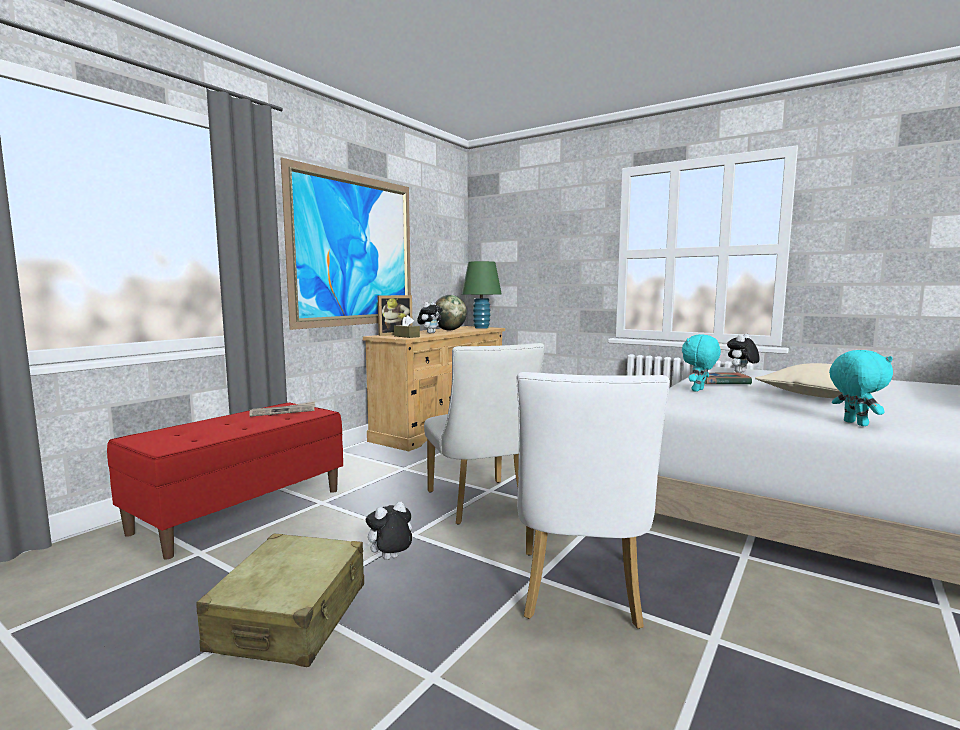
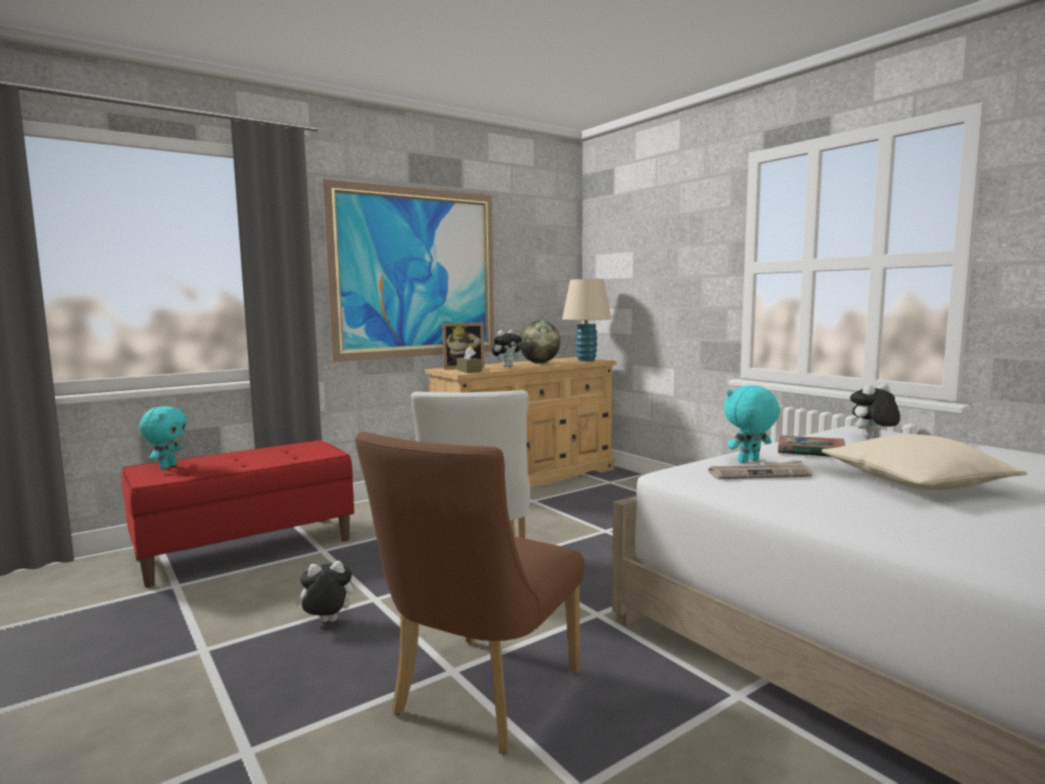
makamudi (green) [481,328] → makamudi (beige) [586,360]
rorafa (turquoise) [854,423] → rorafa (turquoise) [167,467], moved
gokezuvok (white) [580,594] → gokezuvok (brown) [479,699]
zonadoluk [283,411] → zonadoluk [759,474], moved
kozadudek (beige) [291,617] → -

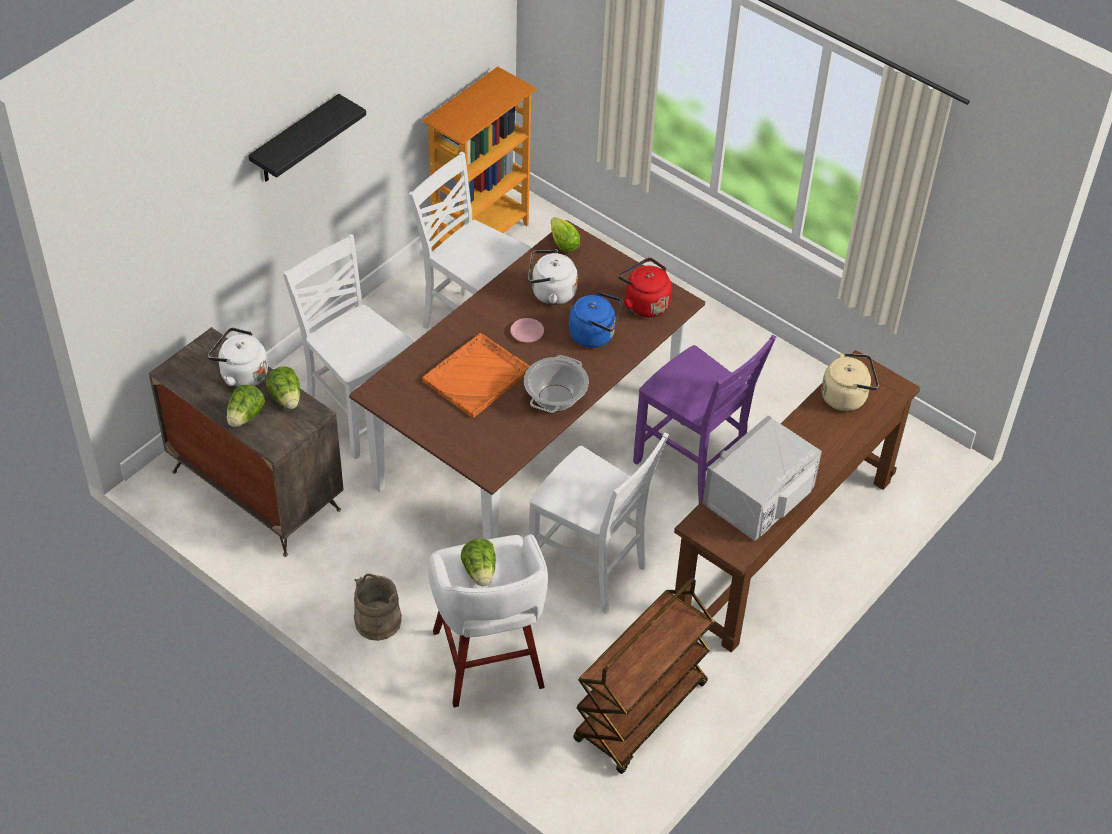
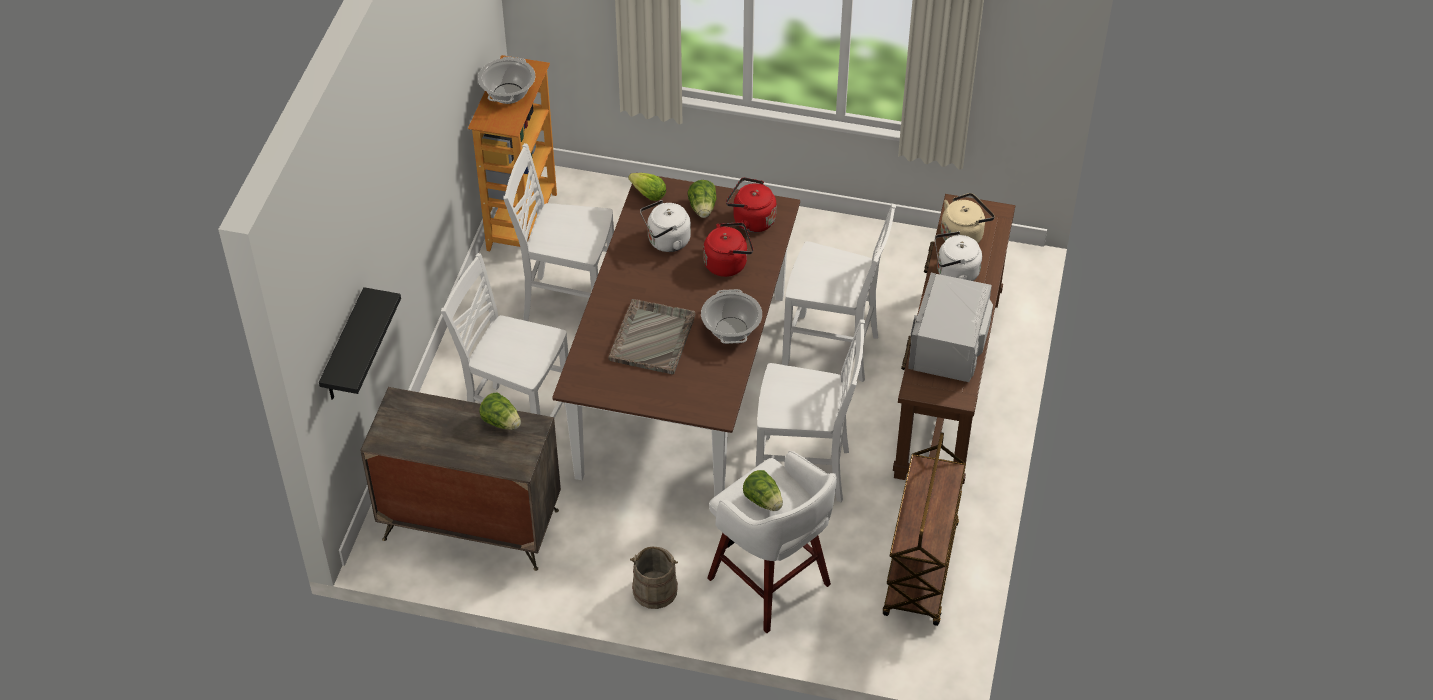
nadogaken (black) [295,141] → nadogaken (black) [344,349], moved
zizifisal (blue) [595,335] → zizifisal (red) [728,263]
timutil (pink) [527,333] → -
zizifisal (white) [241,374] → zizifisal (white) [954,273], moved
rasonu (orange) [477,376] → rasonu (grey) [653,337]
gokezuvok (purple) [692,467] → gokezuvok (white) [833,350]
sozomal [245,416] → sozomal [703,209], moved
- → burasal [508,93]

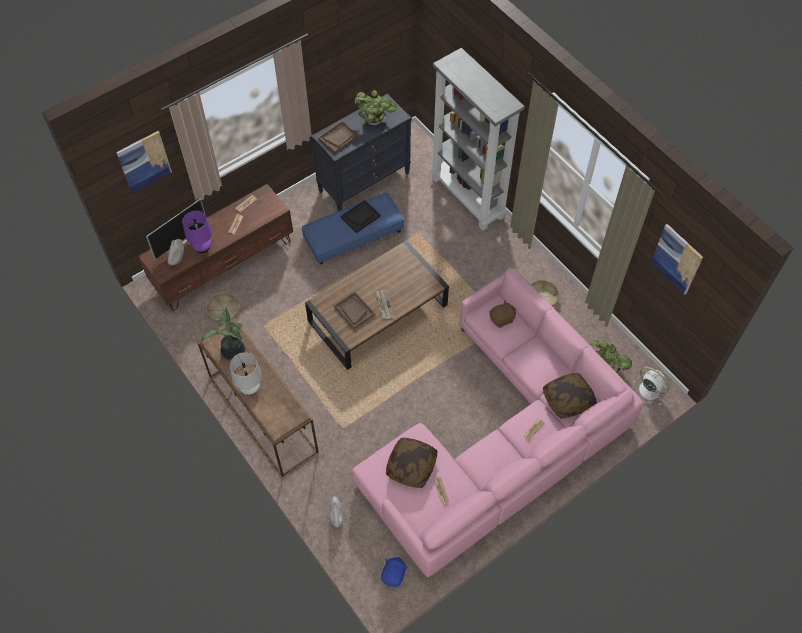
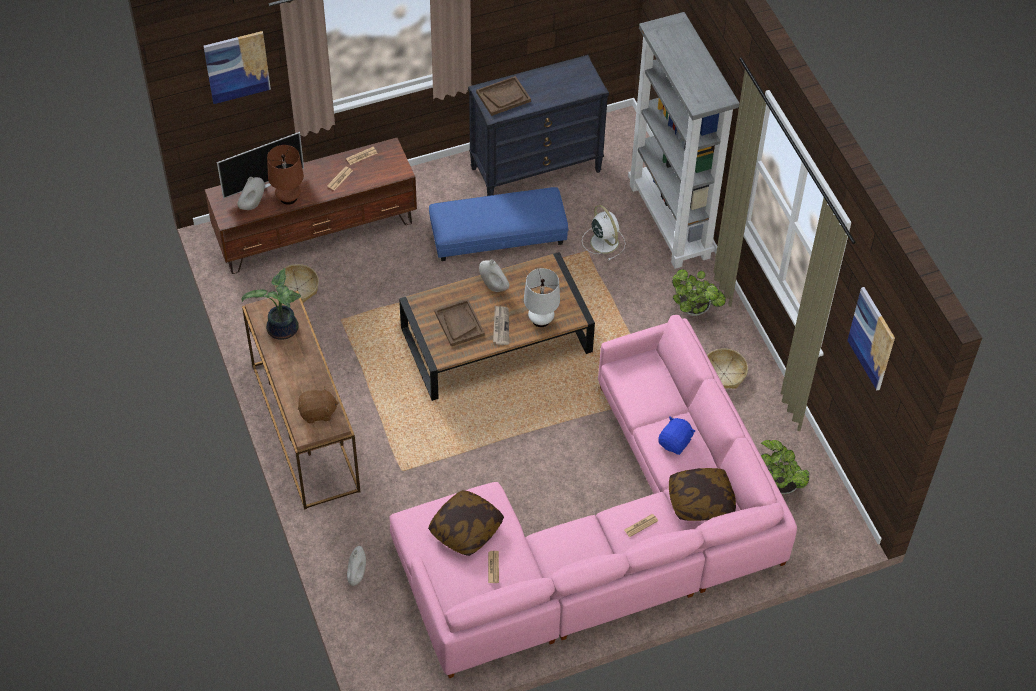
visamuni [376,121] → visamuni [695,310], moved
rasonu (black) [360,217] → -
makamudi (purple) [202,247] → makamudi (brown) [288,197]
rorafa (brown) [502,319] → rorafa (brown) [318,413], moved
makamudi (white) [250,388] → makamudi (white) [541,320], moved
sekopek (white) [648,389] → sekopek (white) [603,241], moved
rorafa (blue) [394,575] → rorafa (blue) [675,442], moved
- → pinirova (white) [494,286]

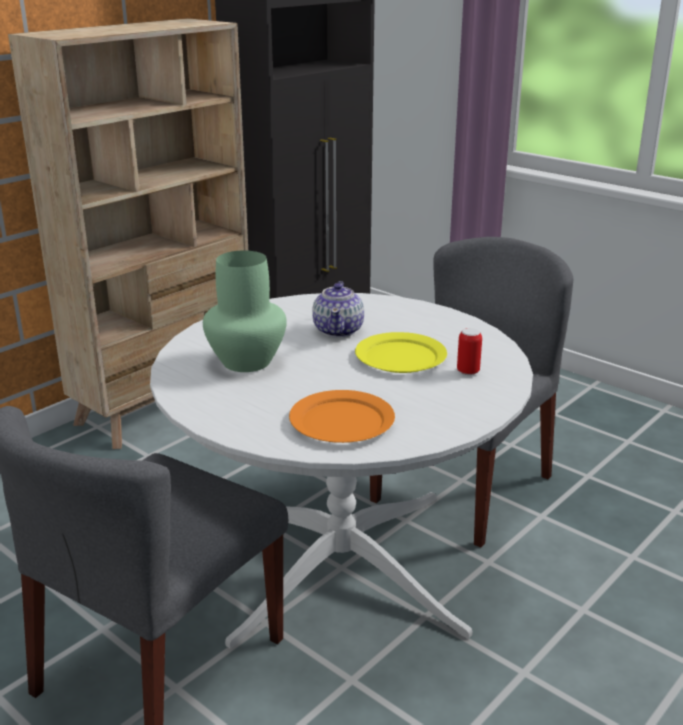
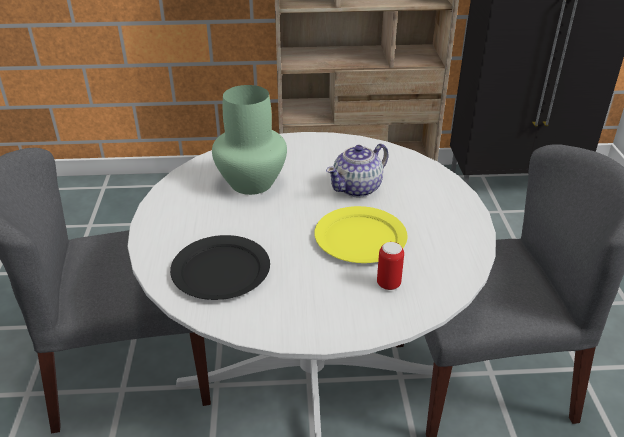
timutil (orange) [342,421] → timutil (black) [222,270]

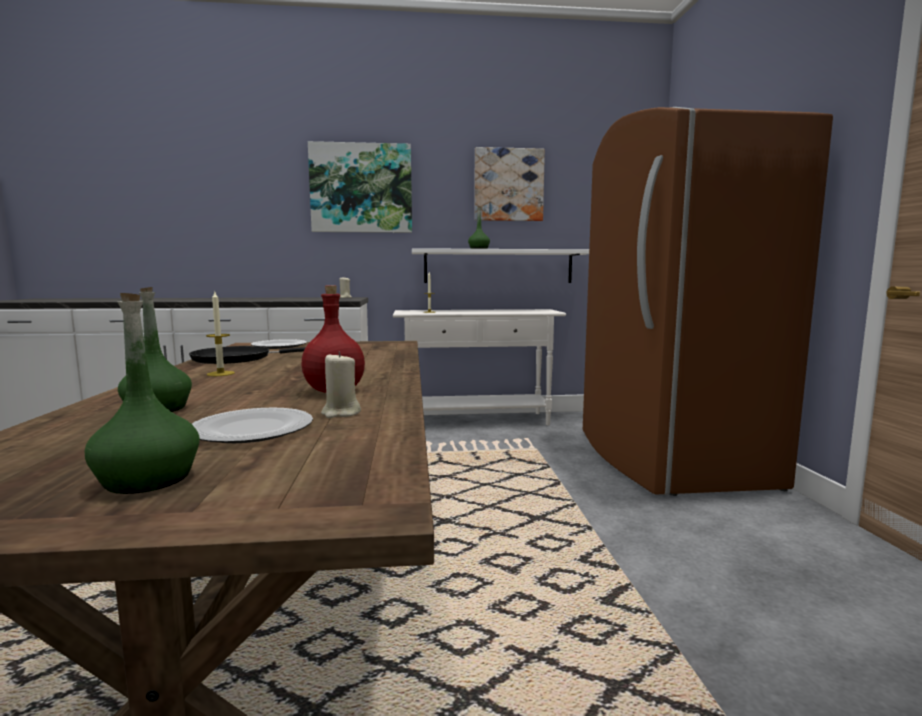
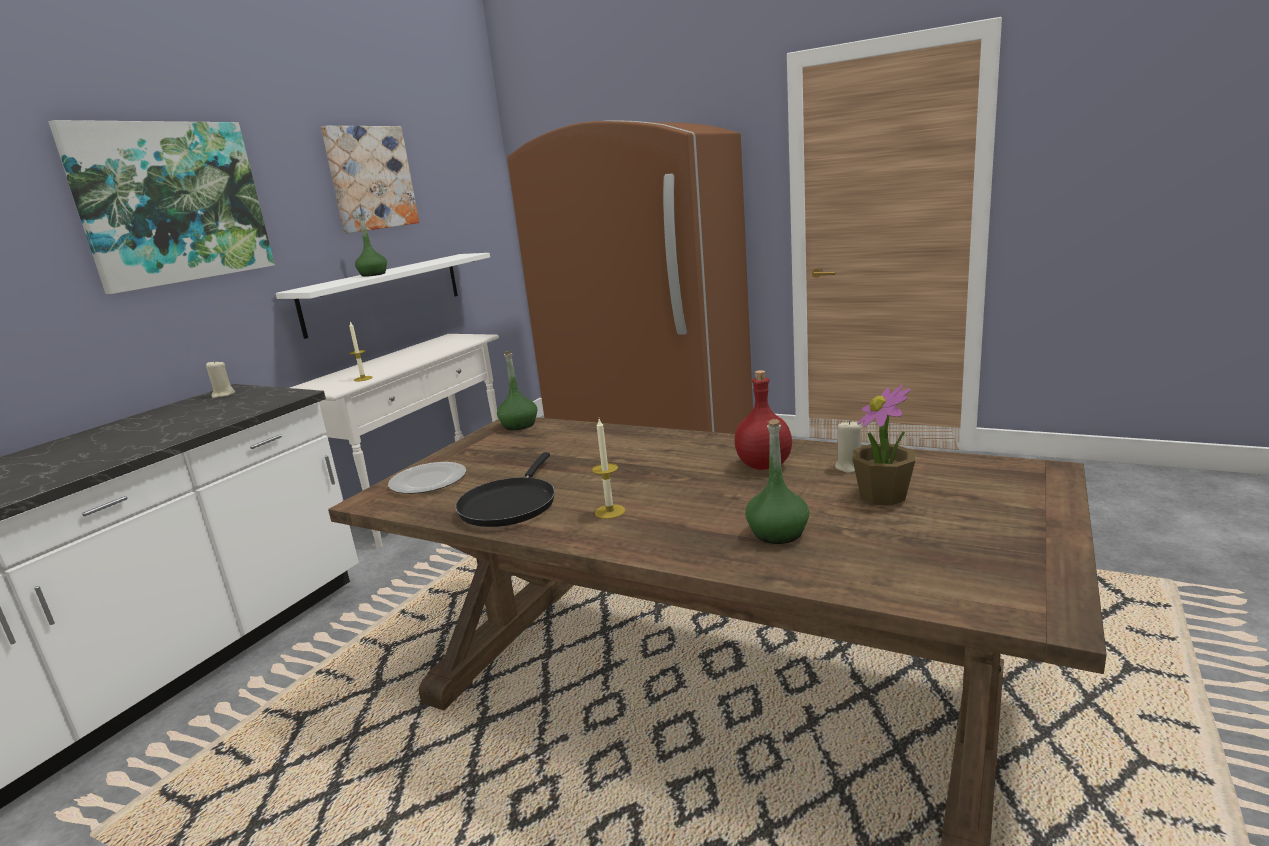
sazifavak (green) [148,479] → sazifavak (green) [519,425], moved
timutil [251,430] → visamuni [883,496]

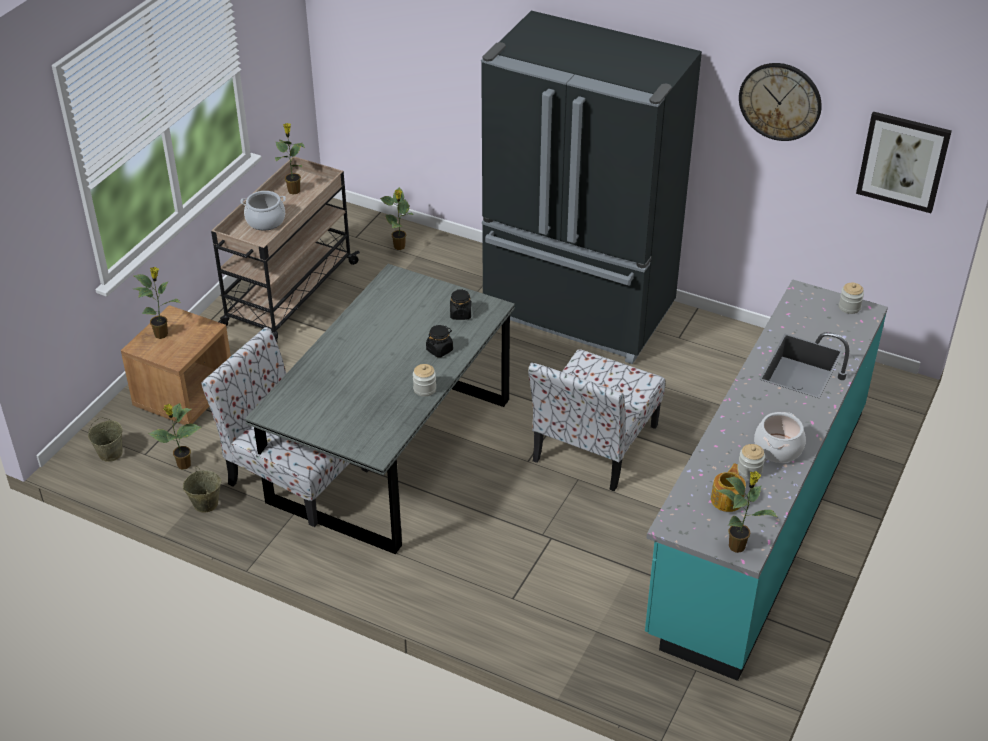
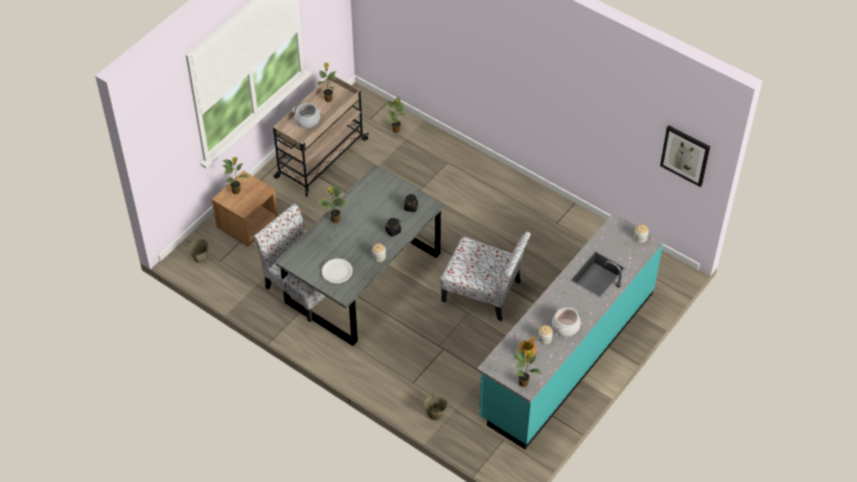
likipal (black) [578,312] → -
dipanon [780,101] → -
gokezuvok [593,445] → gokezuvok [483,292], 105 degrees counterclockwise
visamuni [183,465] → visamuni [335,220], moved
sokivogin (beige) [205,504] → sokivogin (beige) [435,414], moved
- → timutil (white) [337,271]

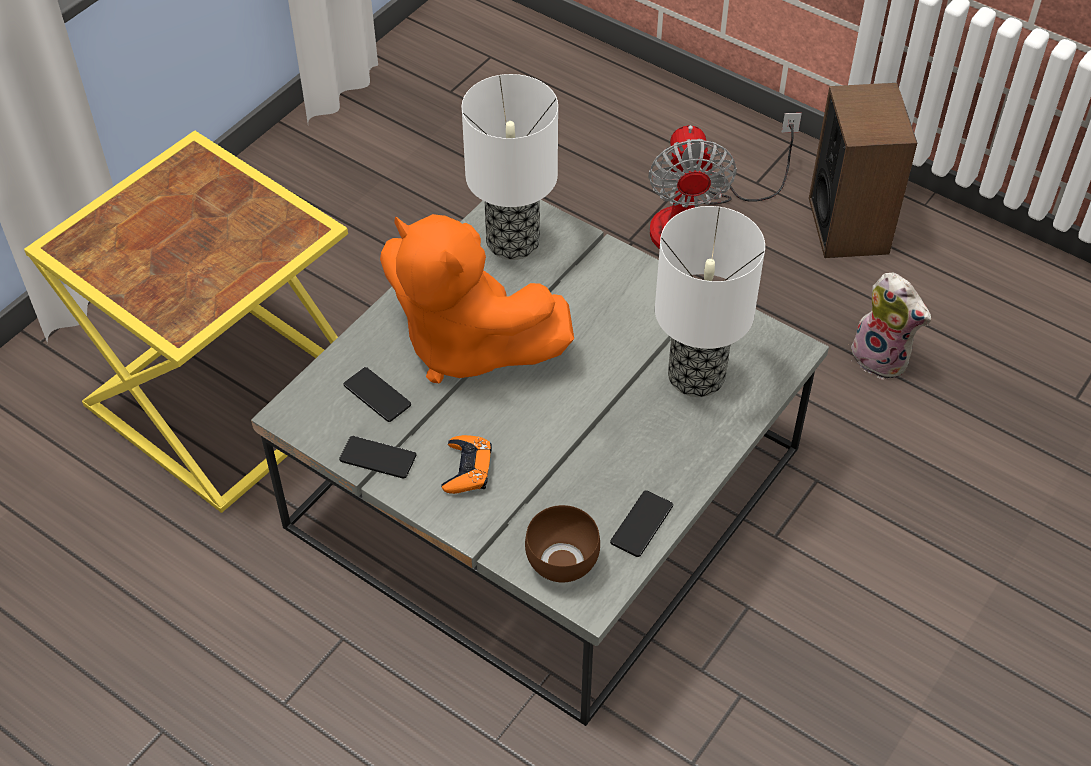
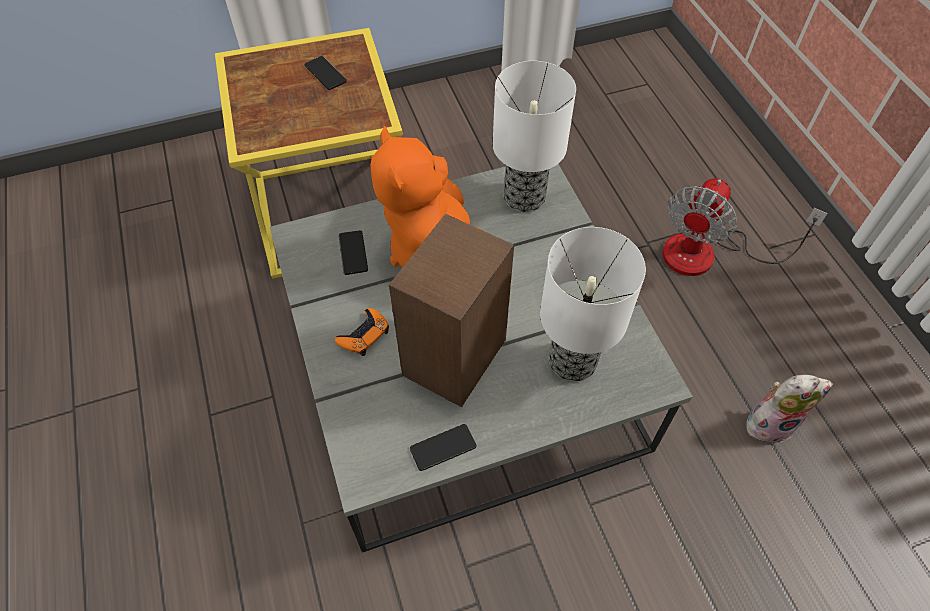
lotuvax [849,225] → lotuvax [455,357], moved
rorafa [883,358] → rorafa [770,422], 90 degrees counterclockwise
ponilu [378,458] → ponilu [325,73], moved
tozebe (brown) [565,563] → -

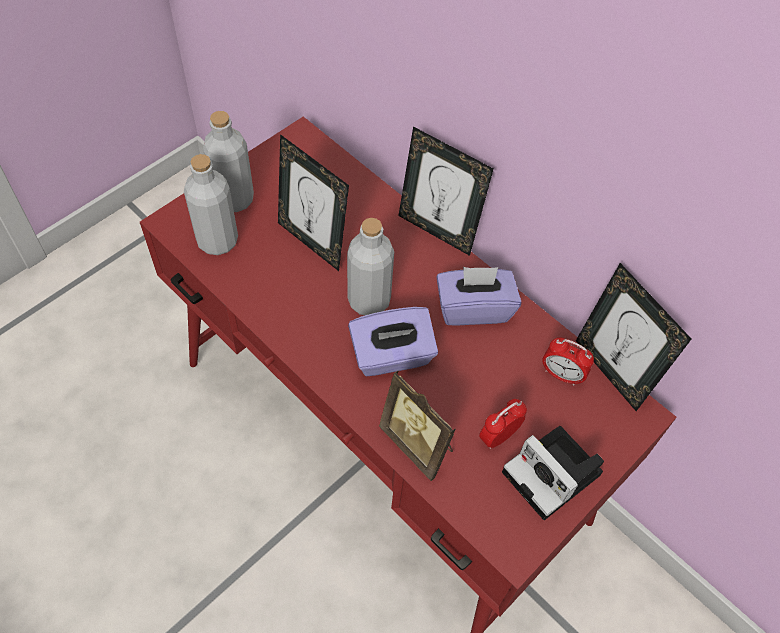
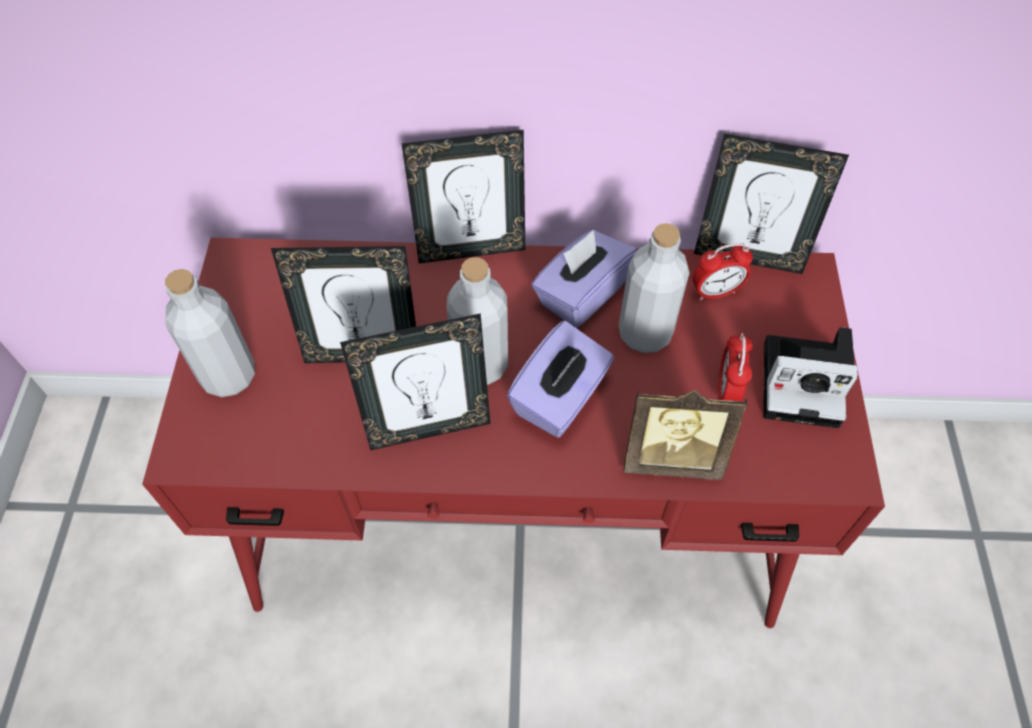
sazifavak (grey) [217,240] → sazifavak (grey) [645,333], moved
- → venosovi [429,428]

